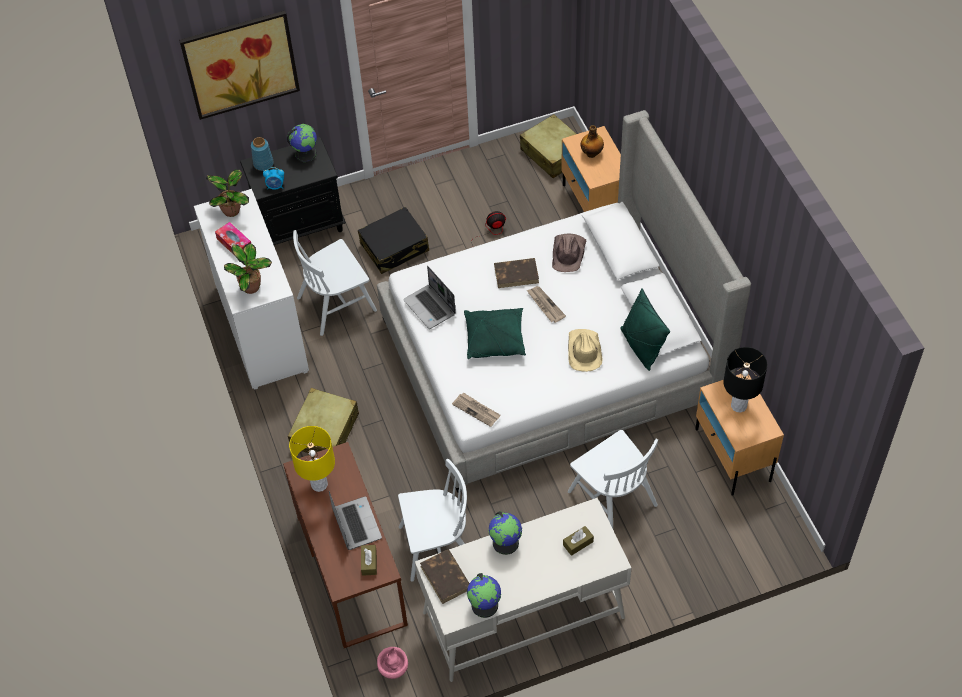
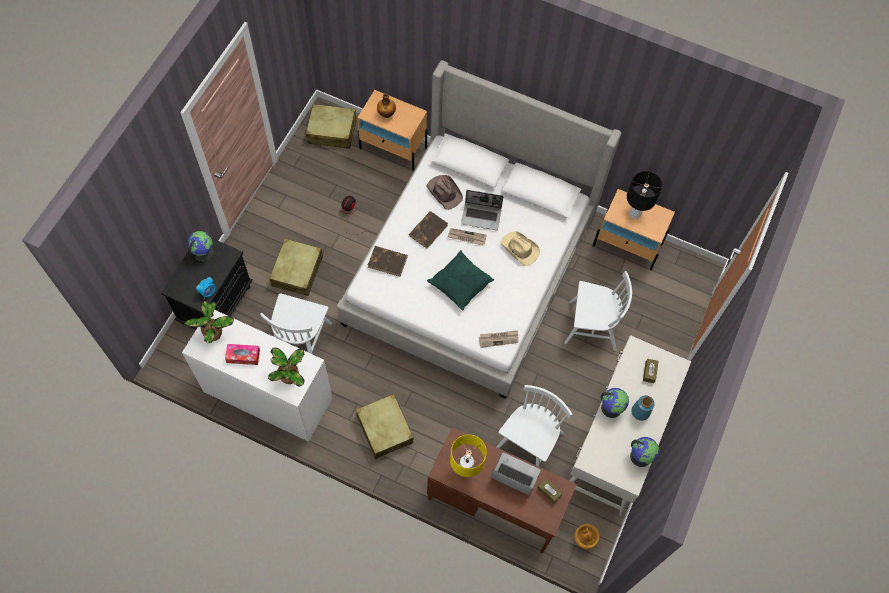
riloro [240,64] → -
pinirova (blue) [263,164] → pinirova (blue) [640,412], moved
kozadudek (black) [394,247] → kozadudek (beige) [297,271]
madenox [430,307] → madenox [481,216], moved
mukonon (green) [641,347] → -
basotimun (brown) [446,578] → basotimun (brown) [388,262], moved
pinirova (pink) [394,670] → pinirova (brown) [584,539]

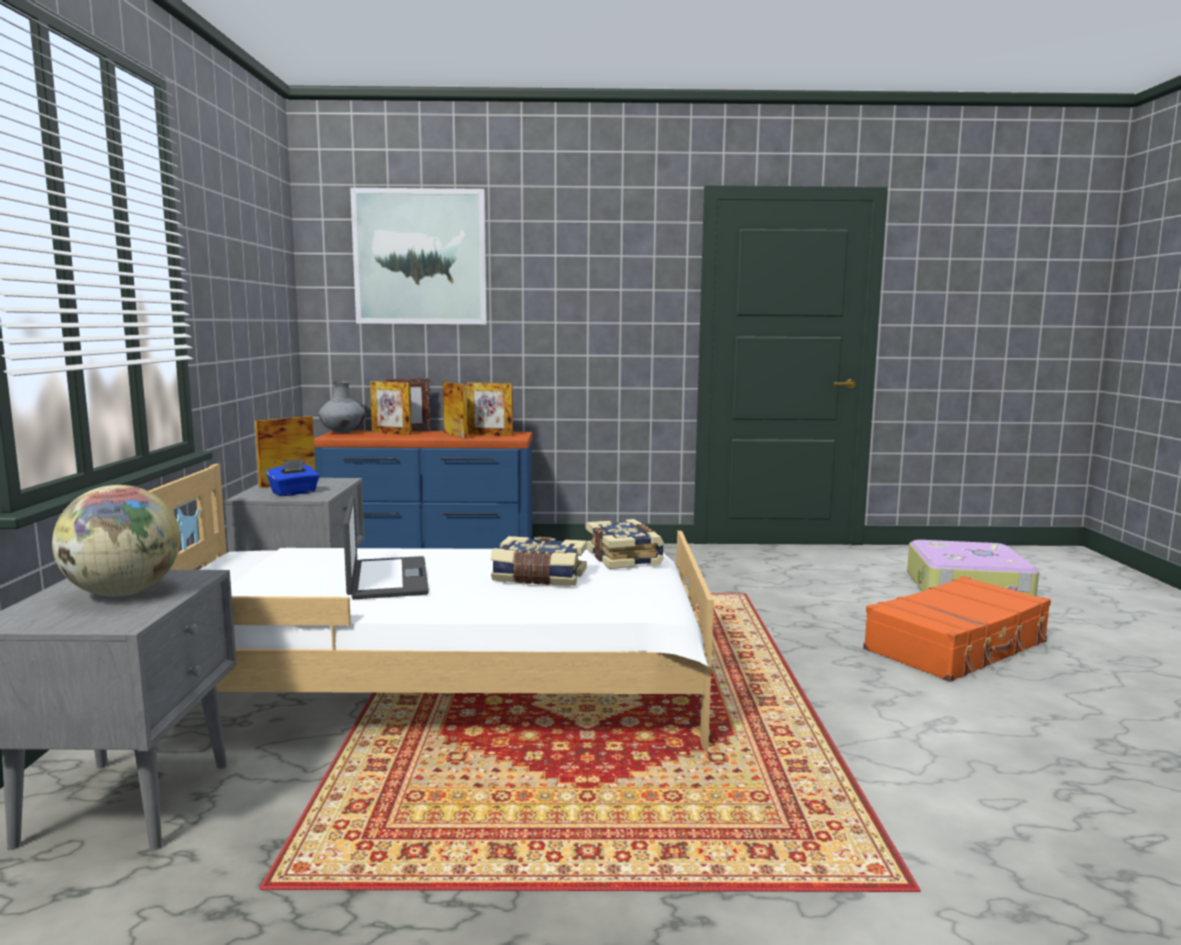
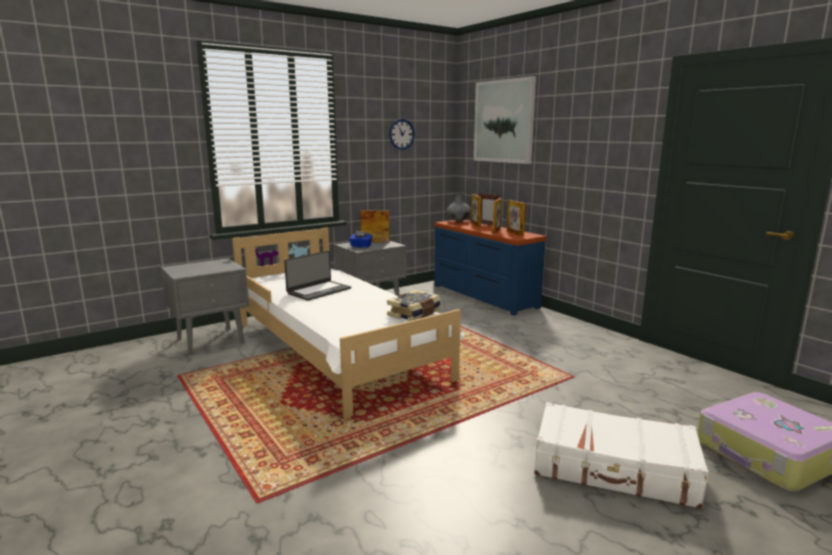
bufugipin [123,593] → -
basotimun [539,577] → -
kozadudek (orange) [957,646] → kozadudek (white) [614,468]
- → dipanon [401,134]

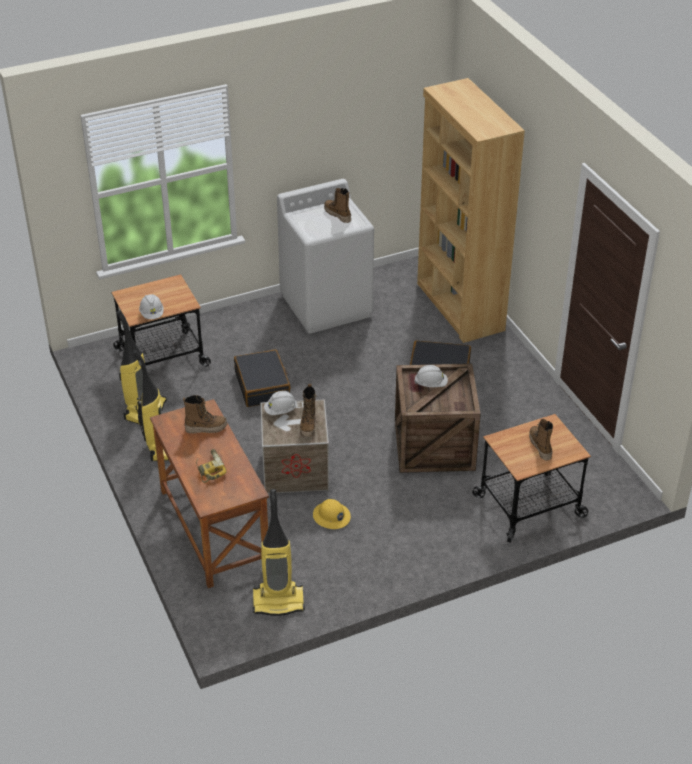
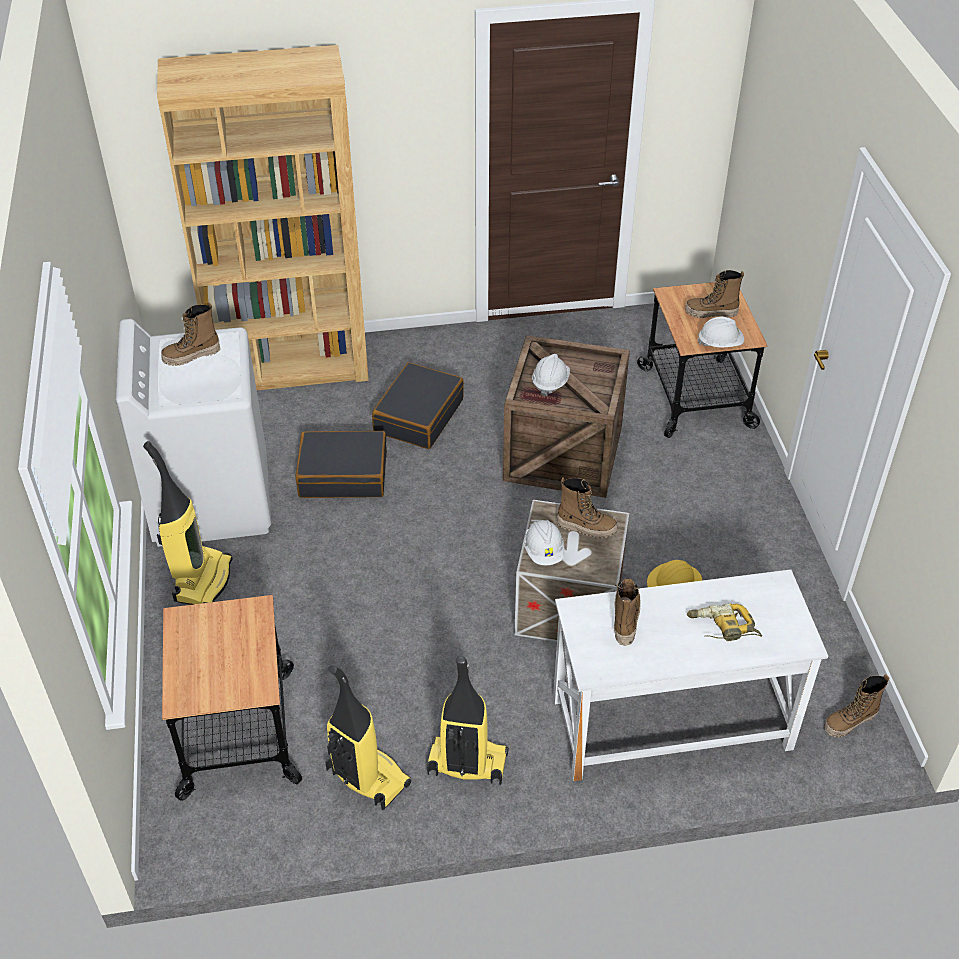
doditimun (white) [152,314] → doditimun (white) [720,343], moved
kozadudek (black) [262,386] → kozadudek (black) [343,474], moved
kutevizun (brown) [213,528] → kutevizun (white) [671,724]
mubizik [279,601] → mubizik [202,580], moved
- → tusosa [850,722]

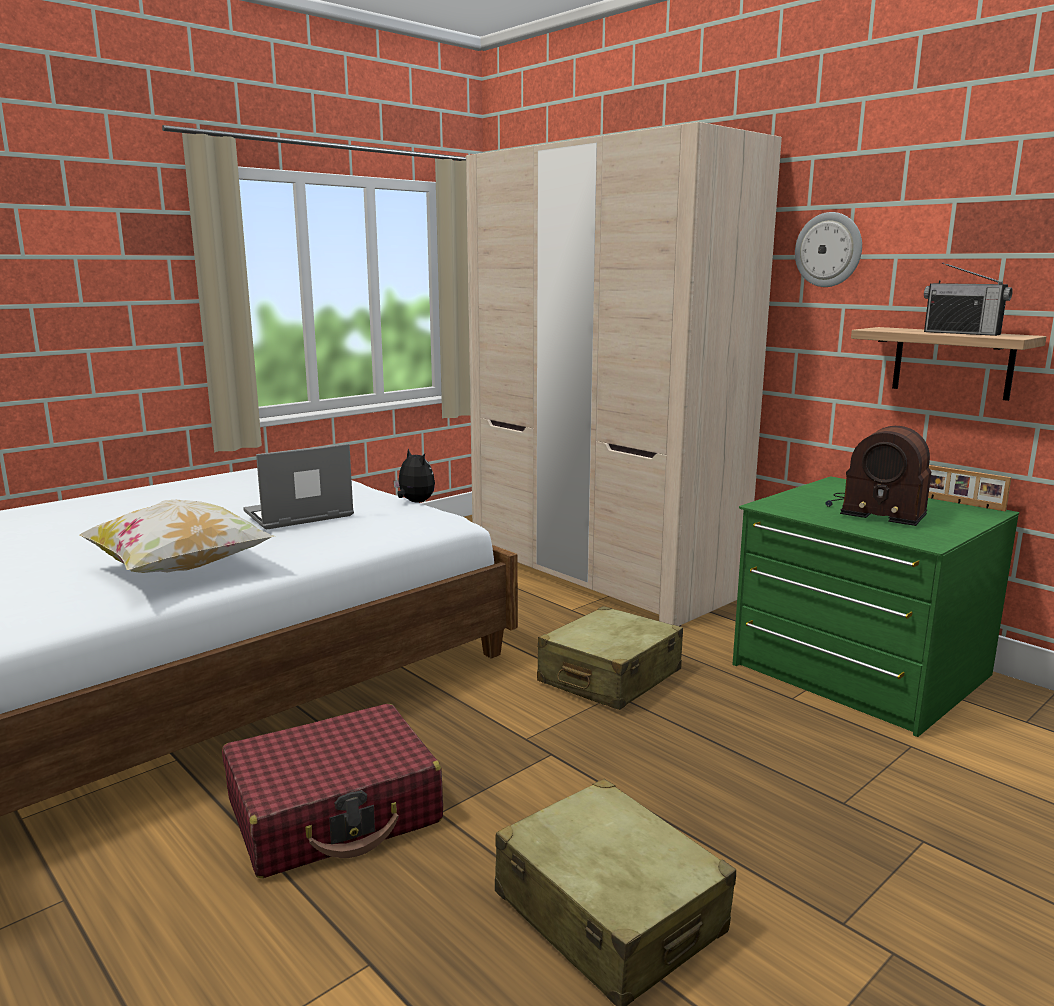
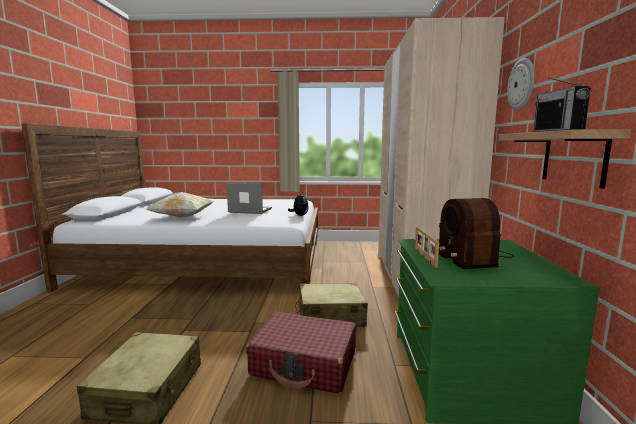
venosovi [959,503] → venosovi [424,257], moved
kozadudek (red) [335,812] → kozadudek (red) [304,363], moved

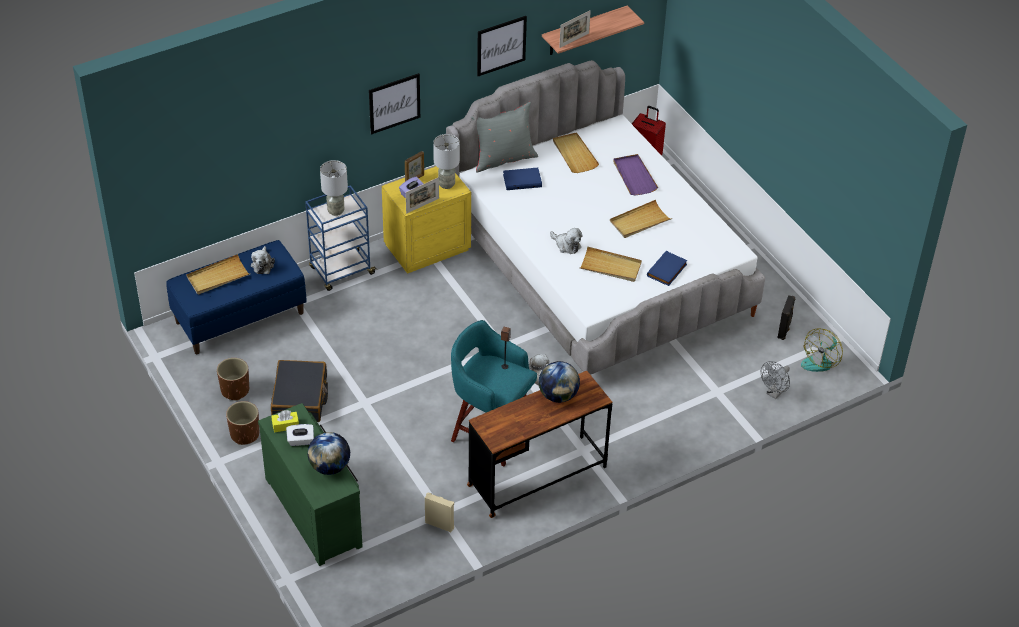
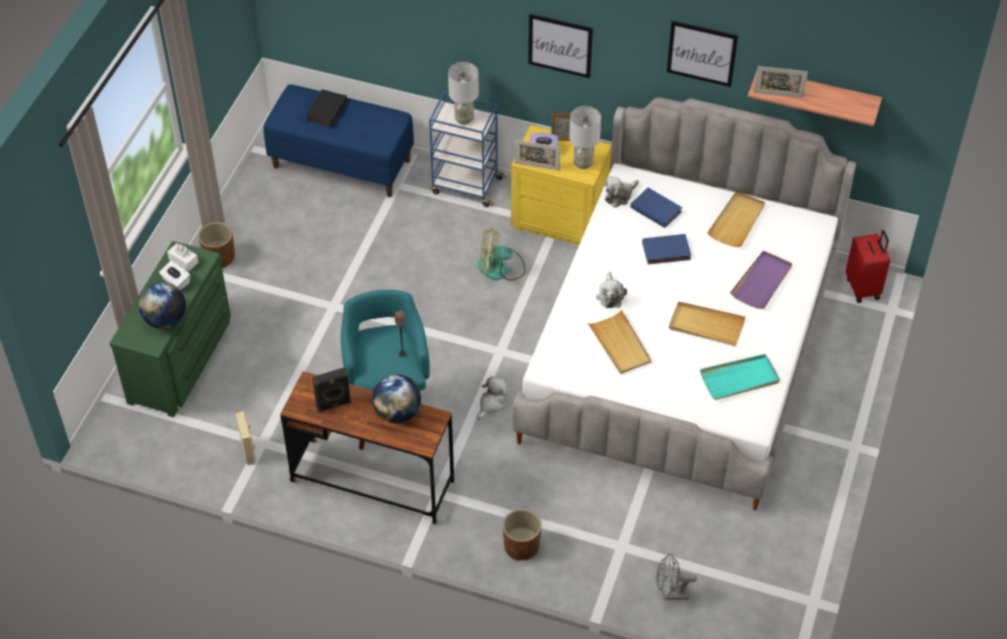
mukonon (grey) [503,159] → -
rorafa [262,264] → rorafa [619,196], moved
basotimun (blue) [667,271] → basotimun (blue) [666,252], moved
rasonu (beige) [218,277] → basotimun (black) [325,109]
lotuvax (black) [784,330] → lotuvax (black) [334,405], moved
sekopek [821,360] → sekopek [500,269], moved
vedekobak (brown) [235,390] → vedekobak (brown) [521,546], moved
kozadudek (black) [300,398] → -
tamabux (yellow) [285,425] → tamabux (white) [183,261]
- → rasonu (turquoise) [740,379]

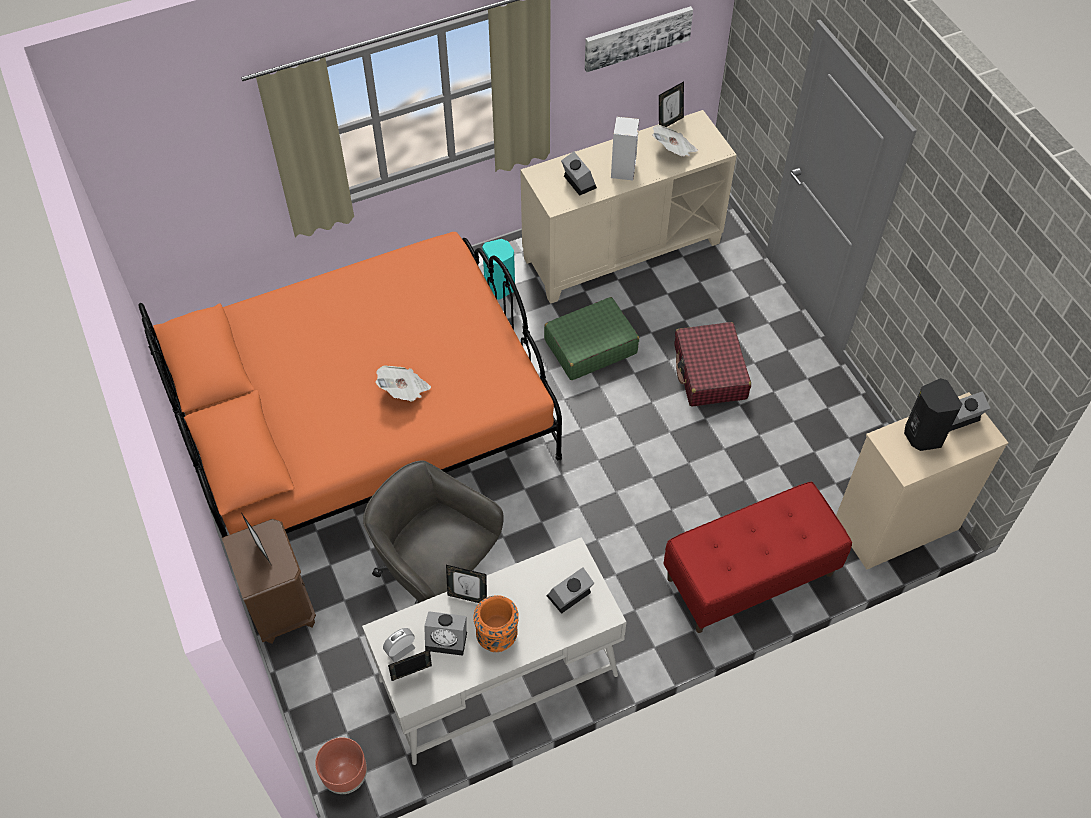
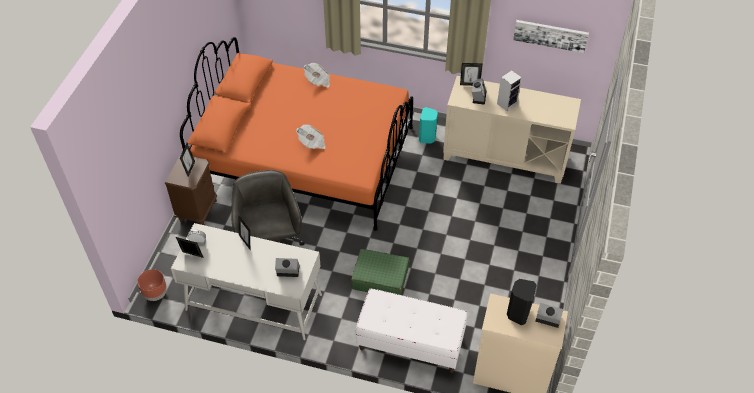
venosovi [669,122] → venosovi [469,84], moved
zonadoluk [673,150] → zonadoluk [318,81], moved
kozadudek (green) [590,346] → kozadudek (green) [380,278], moved
kozadudek (red) [710,372] → -
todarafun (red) [749,577] → todarafun (white) [410,343]
pinirova (orange) [497,635] → -
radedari [448,639] → -

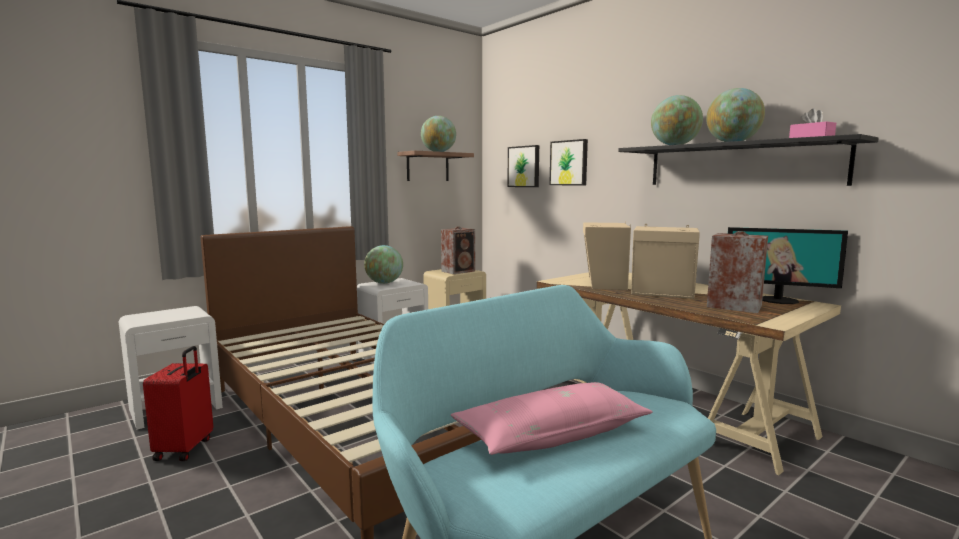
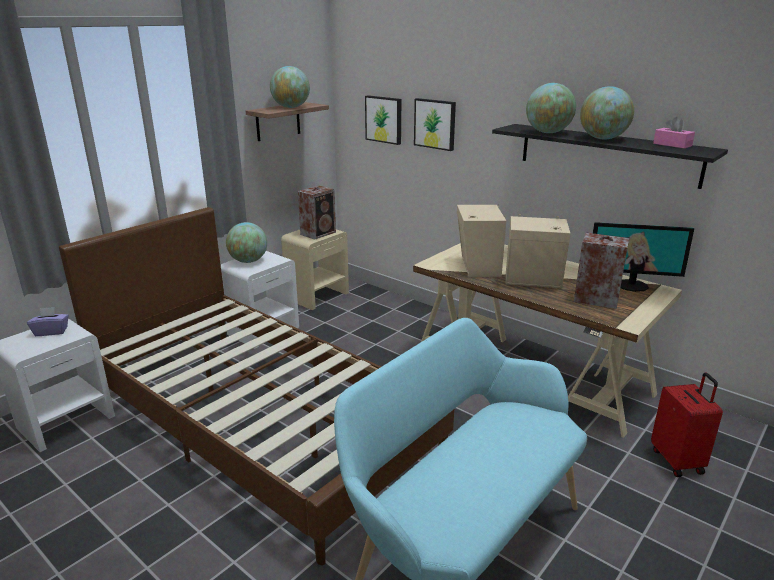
kozadudek (red) [185,449] → kozadudek (red) [678,461], moved
mukonon (pink) [551,434] → -
- → tamabux (purple) [51,331]

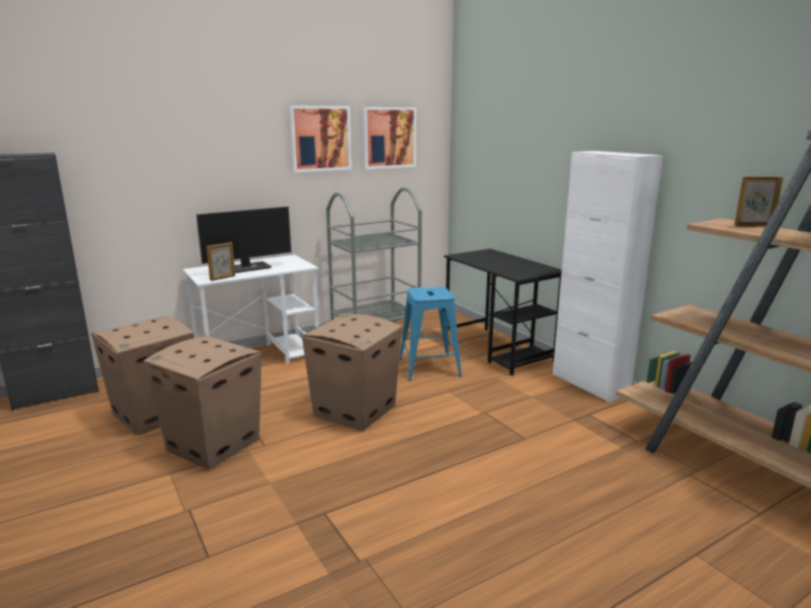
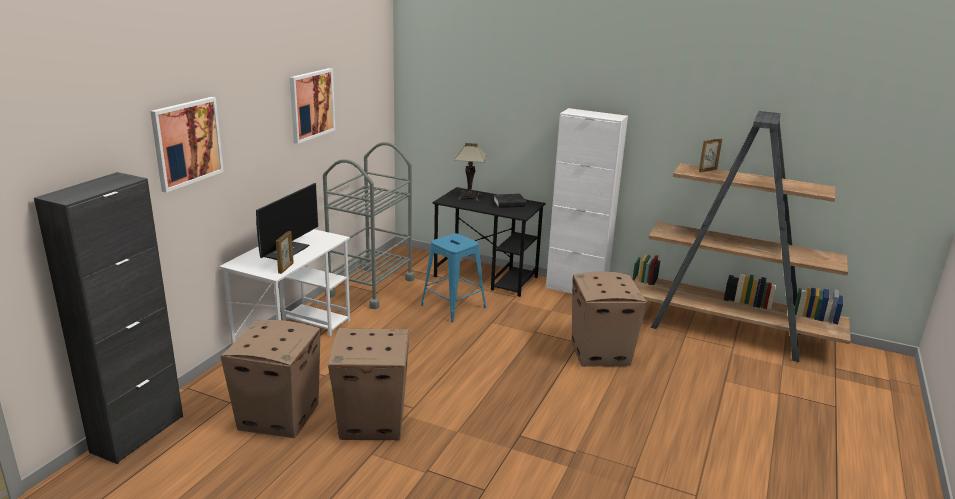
riloro [389,137] → riloro [187,143], moved
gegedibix [354,411] → gegedibix [600,353], moved
- → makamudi [469,197]
- → basotimun (black) [509,204]

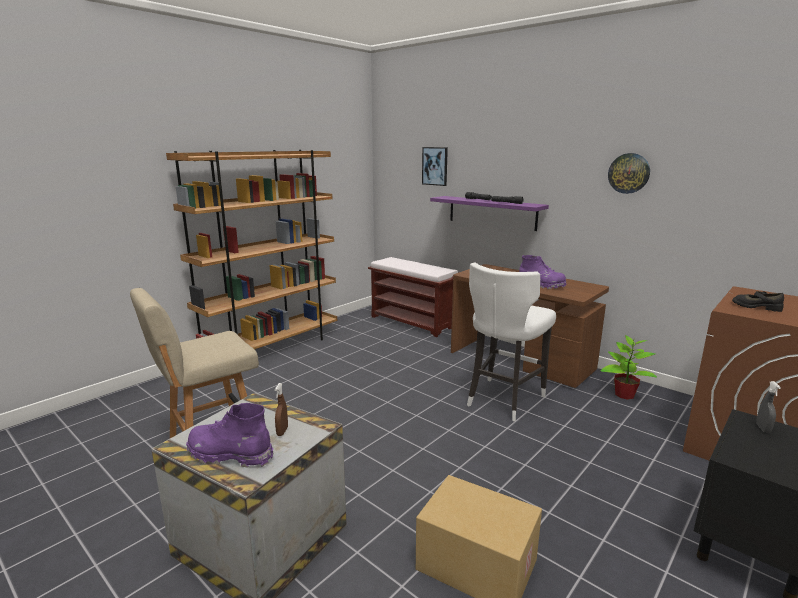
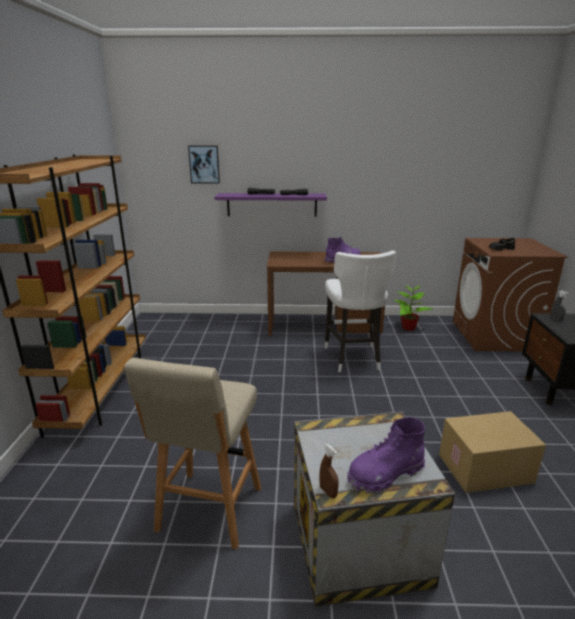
dipanon [629,173] → -
todarafun (brown) [413,322] → -
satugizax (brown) [282,431] → satugizax (brown) [328,492], moved

